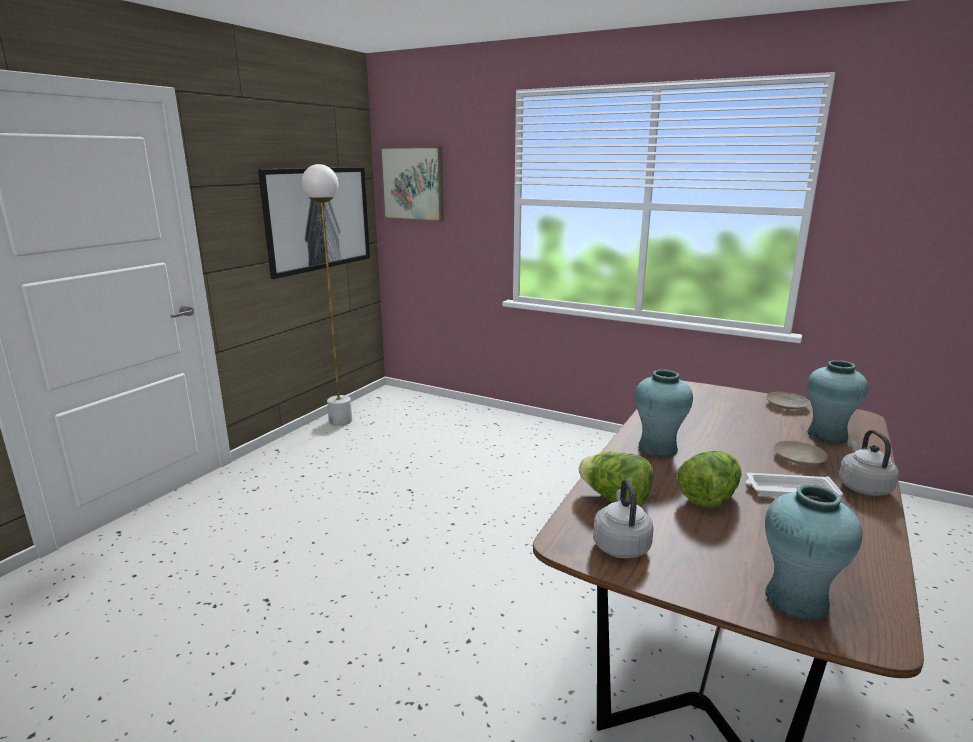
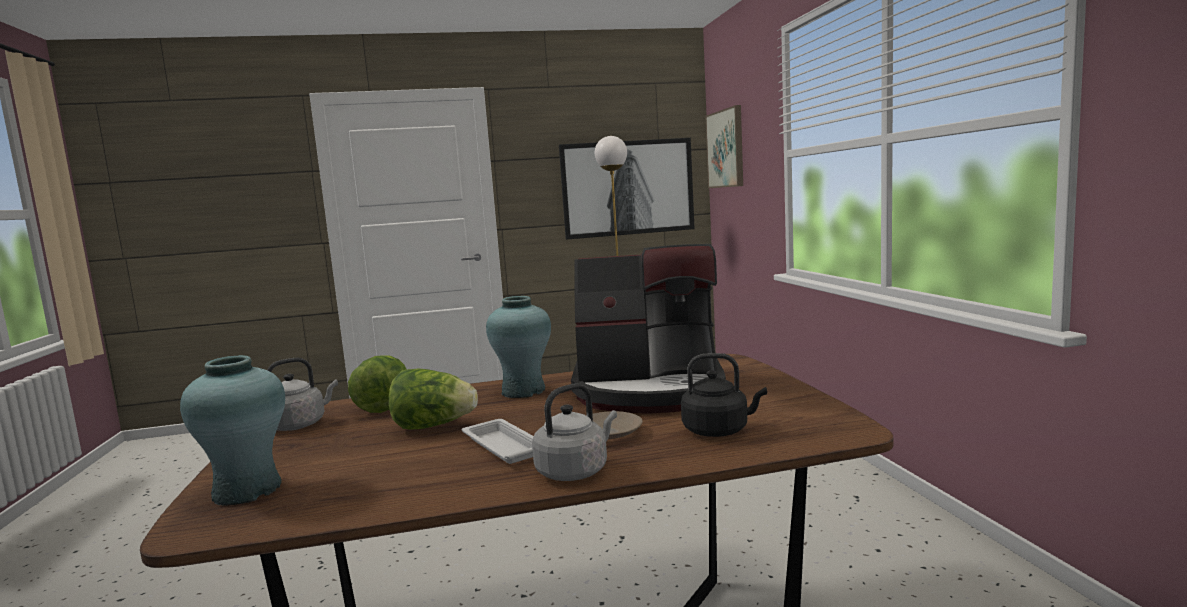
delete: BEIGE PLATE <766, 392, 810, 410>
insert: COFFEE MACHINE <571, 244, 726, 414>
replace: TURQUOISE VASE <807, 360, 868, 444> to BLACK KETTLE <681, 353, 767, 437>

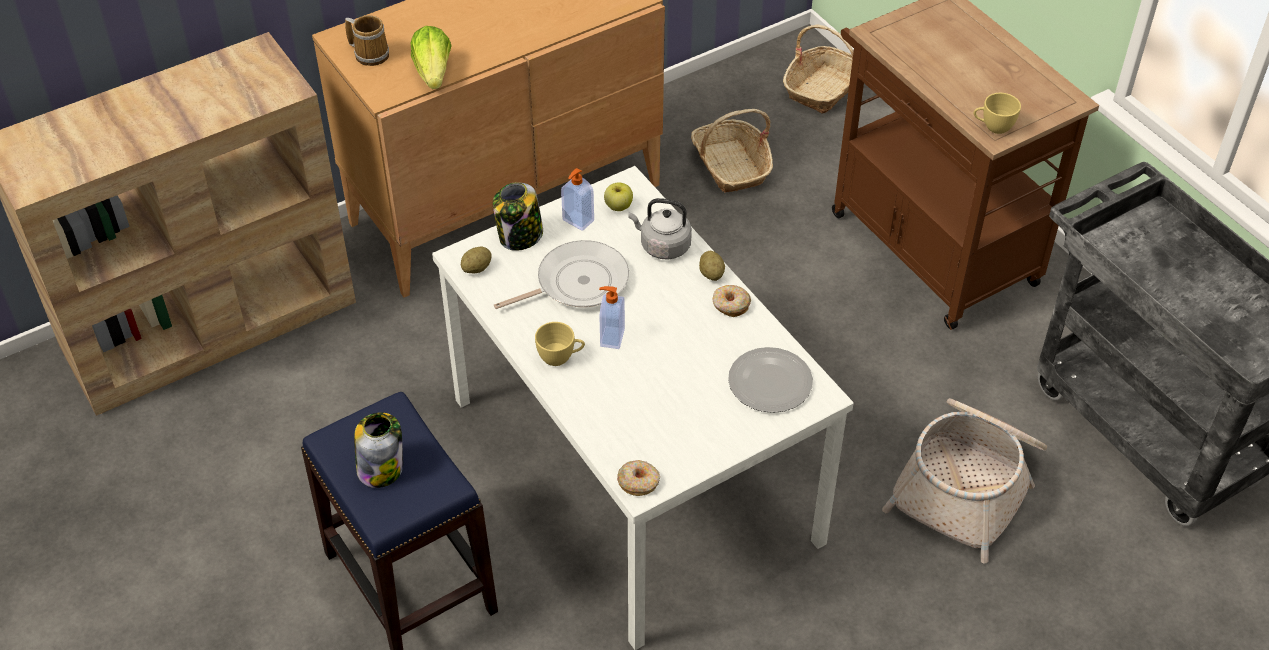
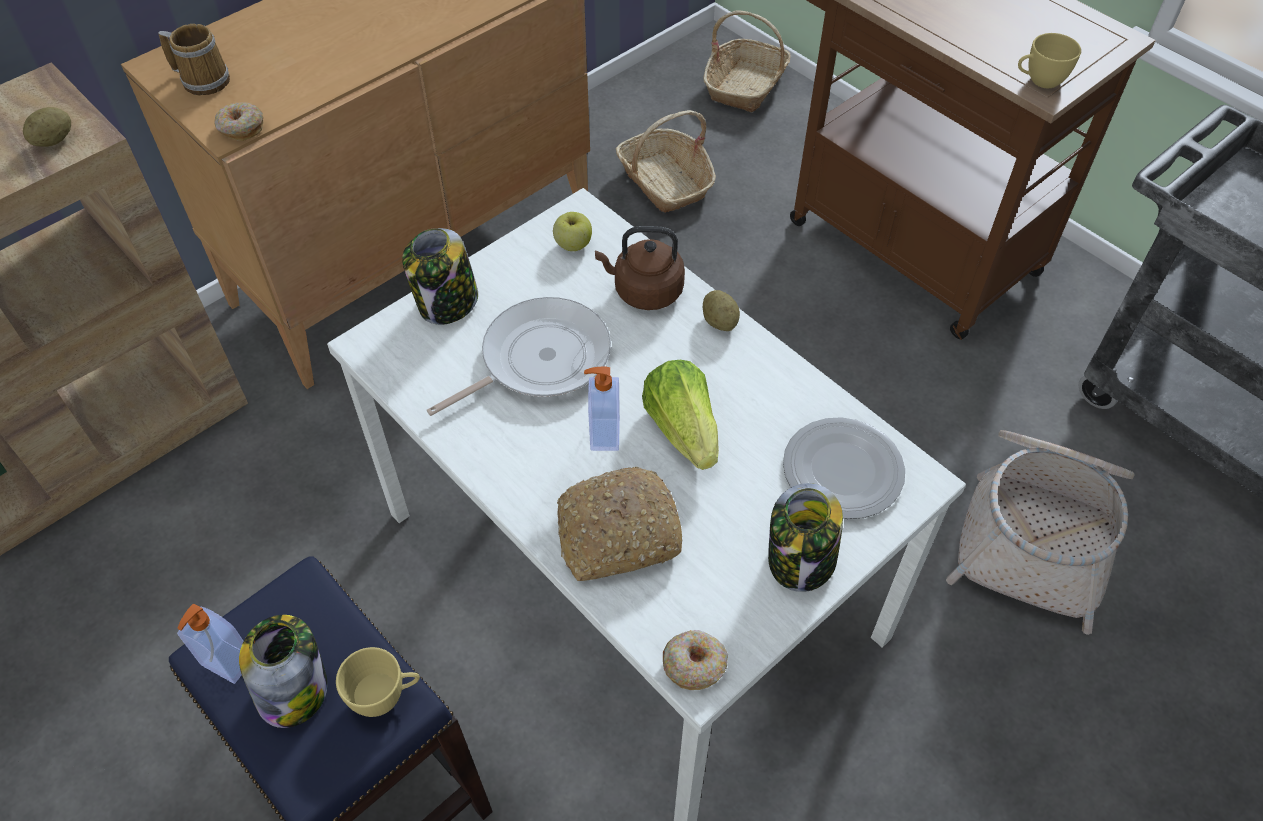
insert: BREAD <557, 467, 683, 581>; JAR <768, 483, 843, 592>
move: LETTUCE <411, 26, 452, 89> to <642, 360, 719, 470>; SOAP DISPENSER <561, 168, 594, 231> to <177, 603, 243, 684>; POTATO <461, 247, 492, 273> to <23, 107, 71, 147>; DONUT <712, 285, 751, 317> to <214, 102, 263, 141>; YELLOW CUP <535, 322, 585, 366> to <336, 647, 420, 717>
recolor: GREY KETTLE <628, 198, 692, 259> to BROWN KETTLE <595, 226, 685, 310>

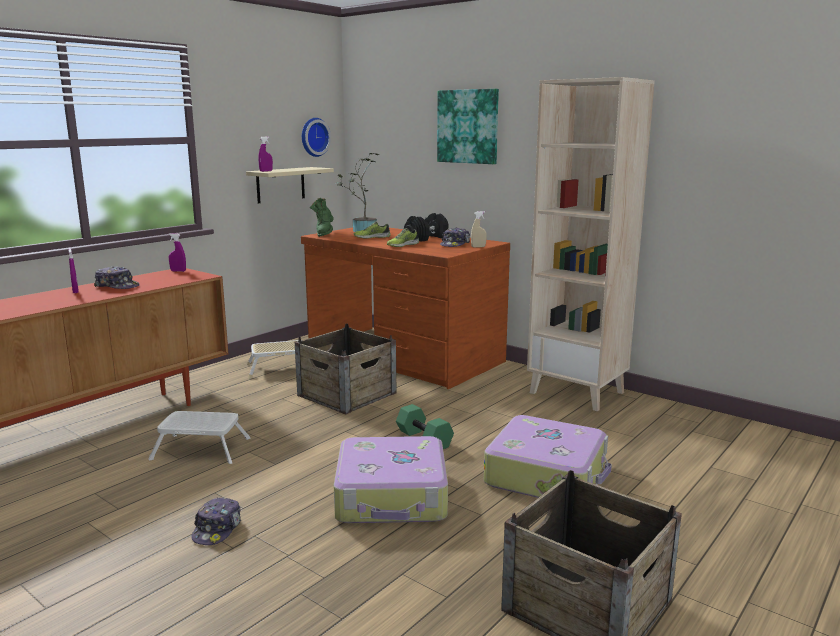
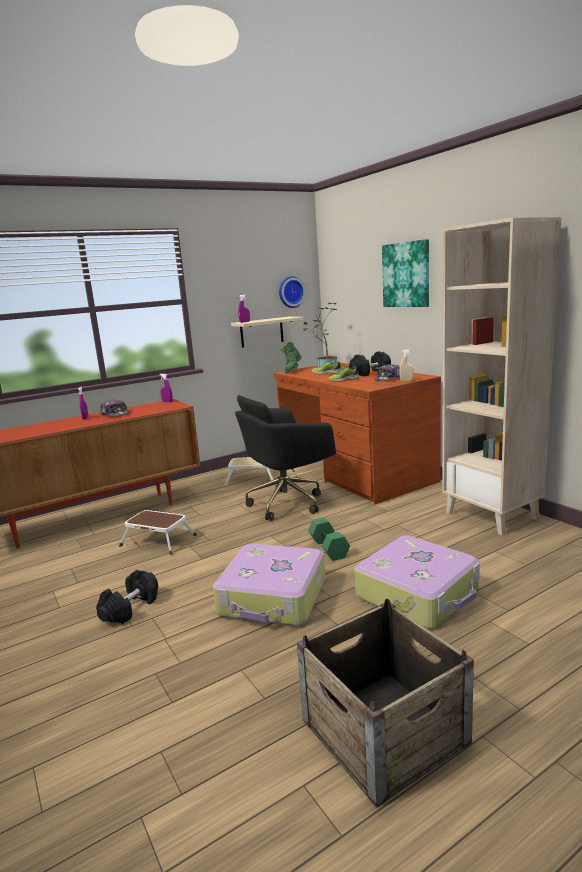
replace: CRATE <295, 324, 396, 415> to BLACK OFFICE CHAIR <235, 395, 336, 520>; CAP <191, 497, 241, 545> to BLACK DUMBBELL <96, 570, 158, 624>
recolor: WHITE STEP LADDER <148, 411, 250, 464> to BROWN STEP LADDER <119, 510, 197, 555>

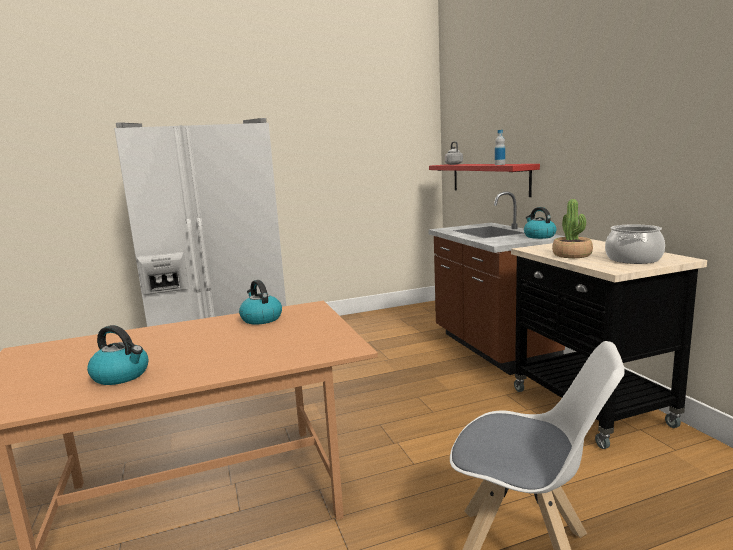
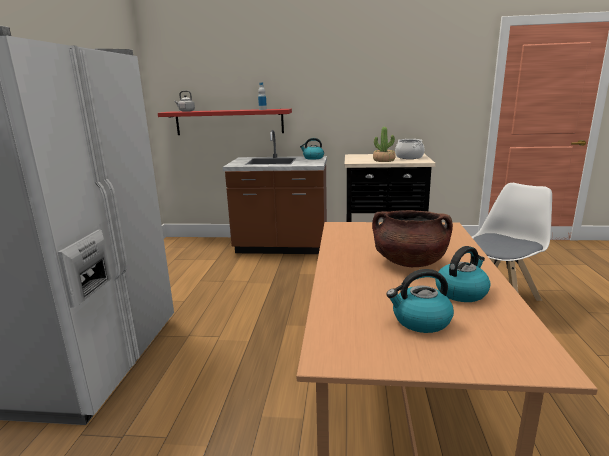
insert: BROWN COOKING POT <372, 210, 453, 267>
move: KETTLE <239, 280, 282, 325> to <386, 269, 454, 333>

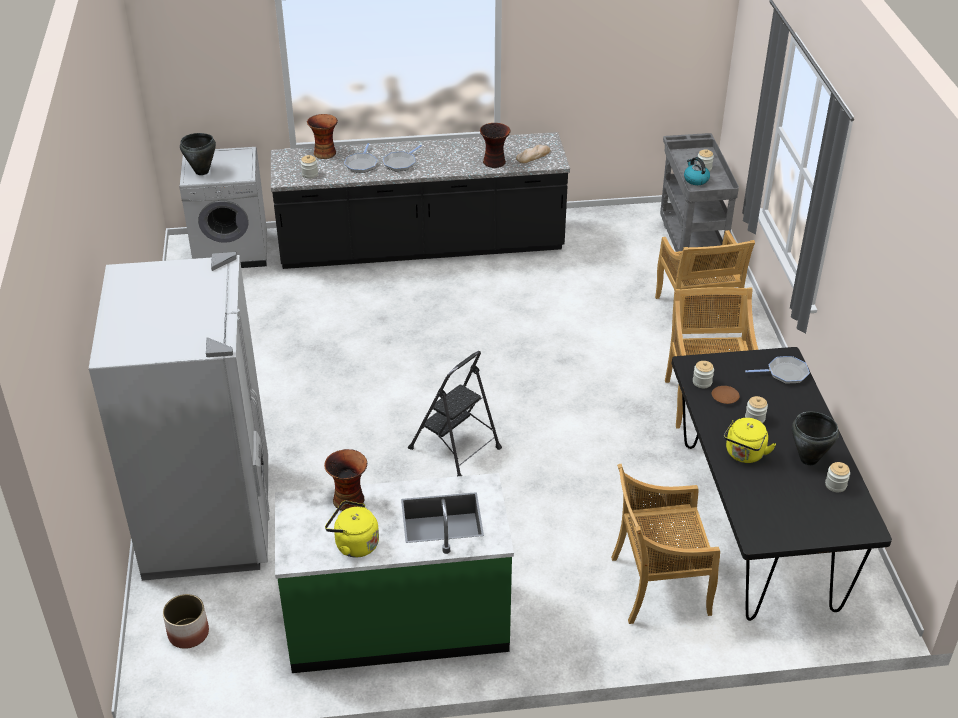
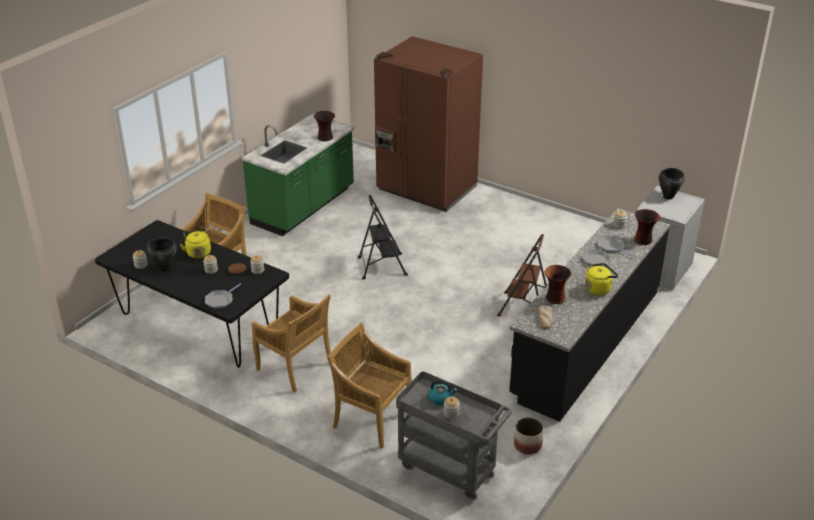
insert: BROWN STEP LADDER <497, 234, 547, 316>
move: YELLOW KETTLE <325, 501, 379, 557> to <585, 263, 618, 295>; PLANTER <163, 594, 209, 649> to <514, 417, 544, 454>
recolor: WHITE FRIDGE <89, 252, 270, 581> to BROWN FRIDGE <374, 36, 483, 212>

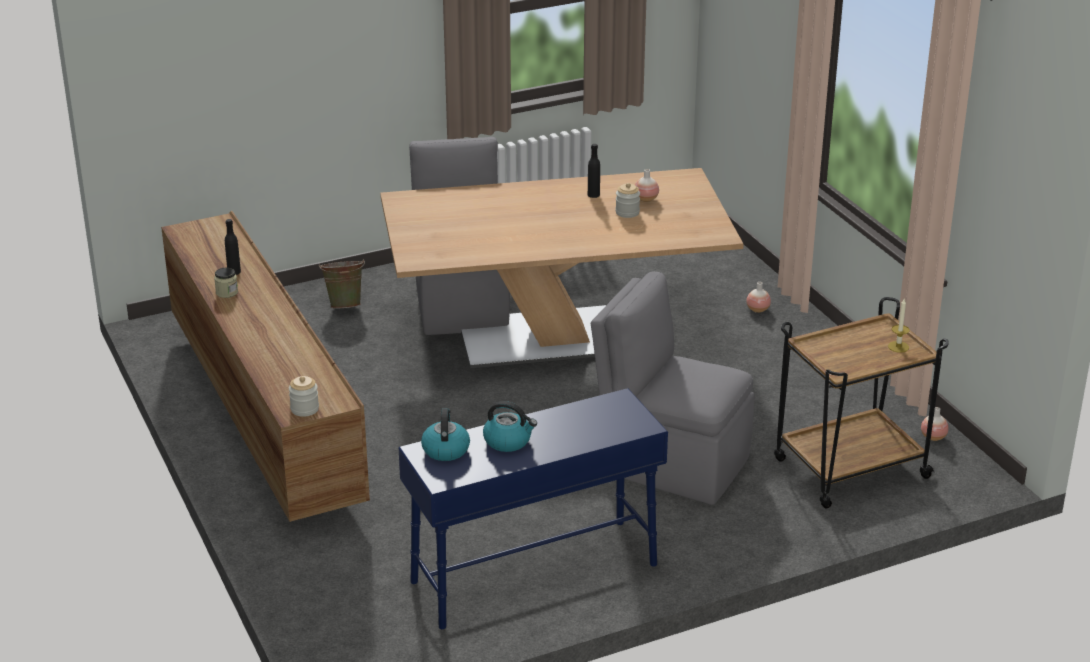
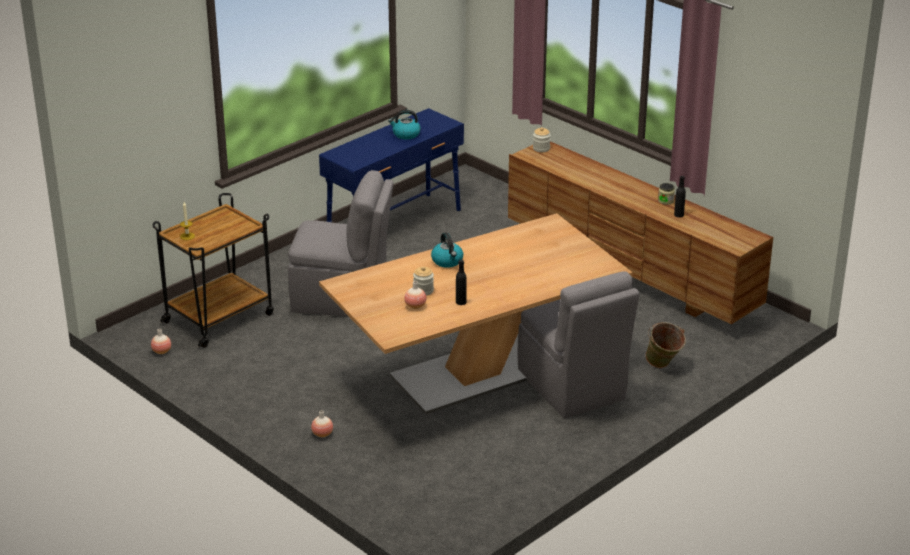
move: KETTLE <421, 408, 470, 461> to <431, 233, 463, 268>

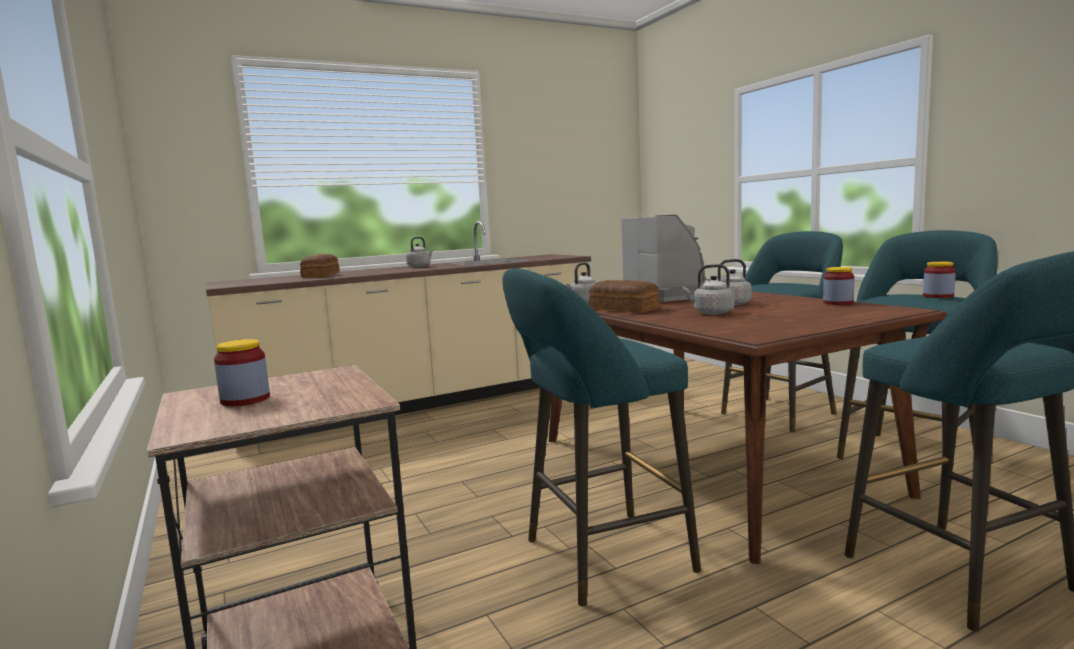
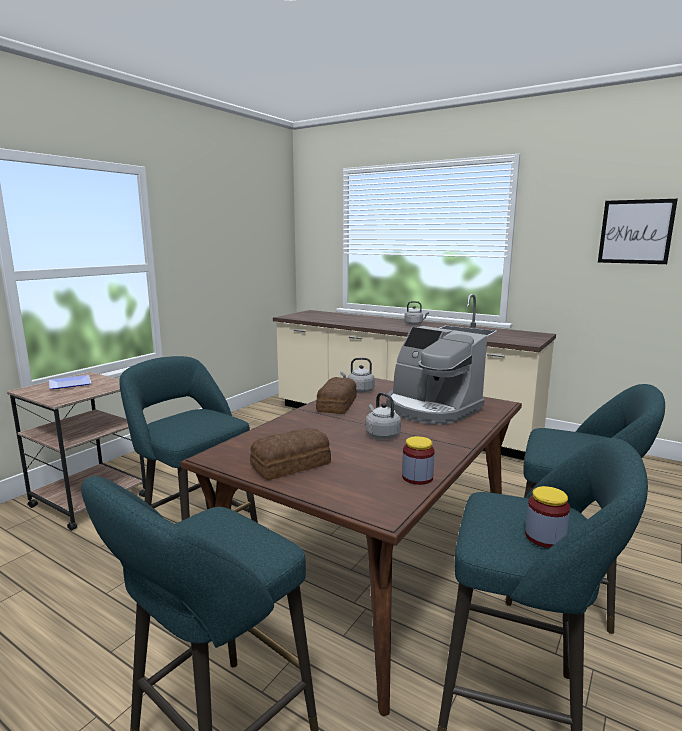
delete: GREY KETTLE <683, 264, 734, 315>
insert: PICTURE <598, 199, 678, 264>
move: BREAD <300, 254, 340, 278> to <250, 428, 331, 480>
replace: JAR <214, 339, 270, 406> to PLATE <49, 375, 91, 389>
rotate: COFFEE MACHINE <622, 215, 711, 302> = <386, 326, 487, 425> 90 degrees clockwise

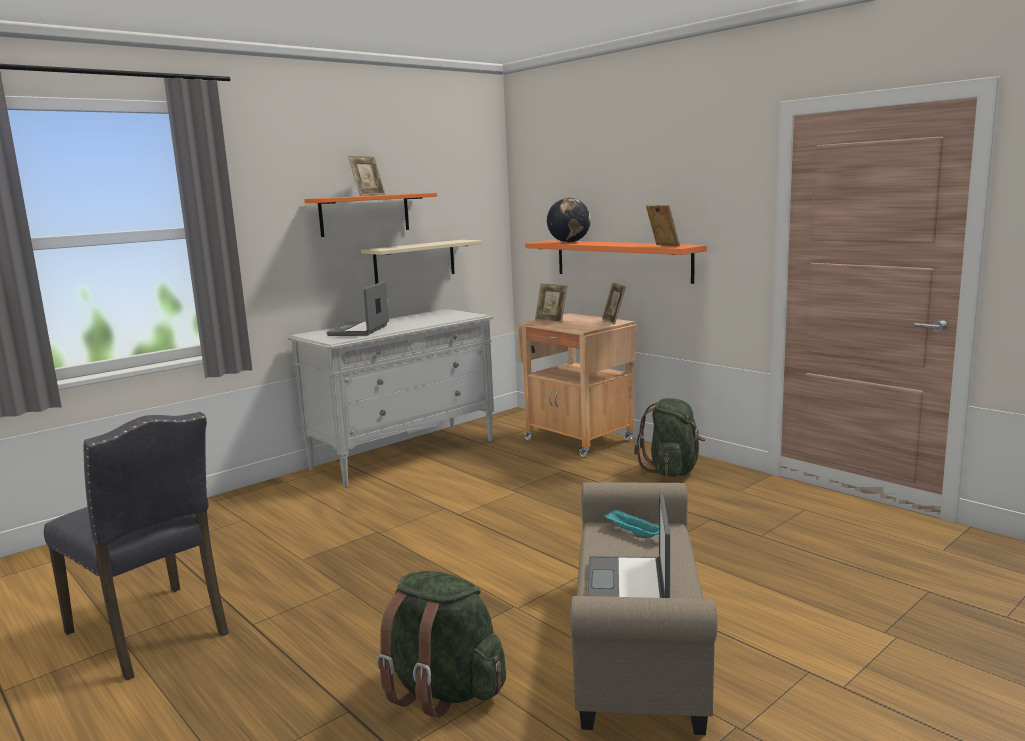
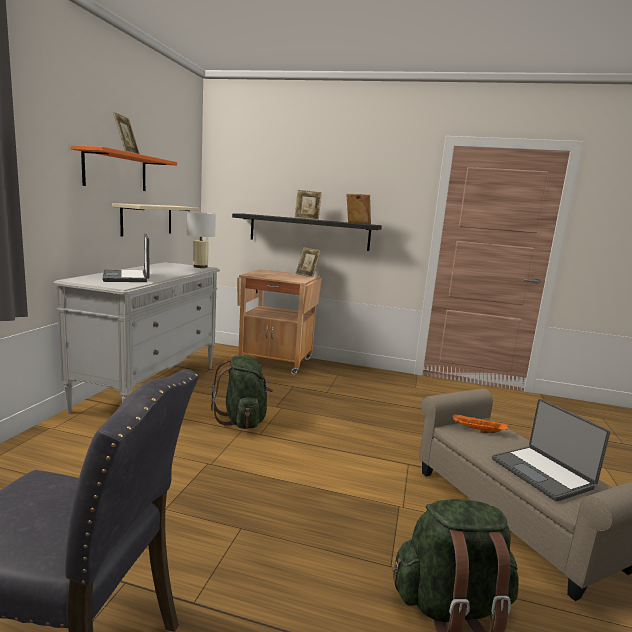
delete: GLOBE <547, 198, 591, 243>
insert: WHITE TABLE LAMP <187, 212, 216, 268>
move: PICTURE FRAME <535, 283, 568, 323> to <295, 190, 322, 220>; GREEN BACKPACK <634, 398, 705, 477> to <211, 355, 273, 429>
recolor: ORANGE SHELF <525, 240, 707, 284> to BLACK SHELF <232, 213, 382, 251>; TURQUOISE TRAY <603, 510, 659, 538> to ORANGE TRAY <453, 414, 508, 433>

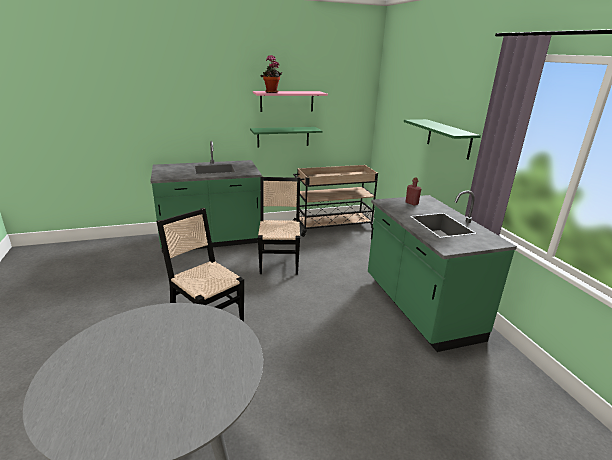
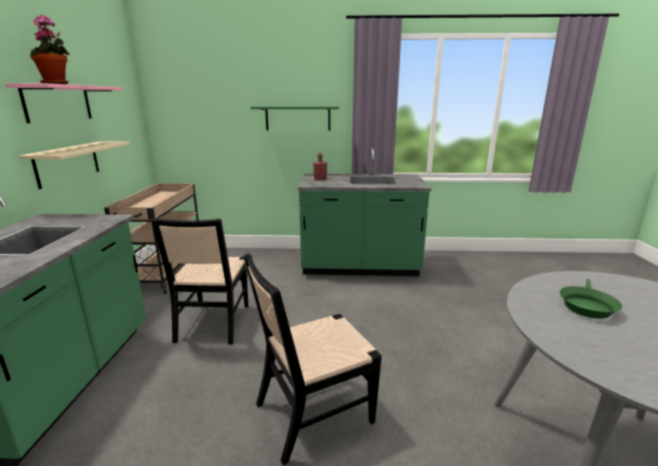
insert: GREEN FRYING PAN <560, 279, 622, 319>
recolor: GREEN SHELF <250, 127, 322, 148> to BEIGE SHELF <19, 142, 131, 189>
rotate: CHAIR <258, 176, 300, 275> = <152, 218, 248, 344> 105 degrees counterclockwise

